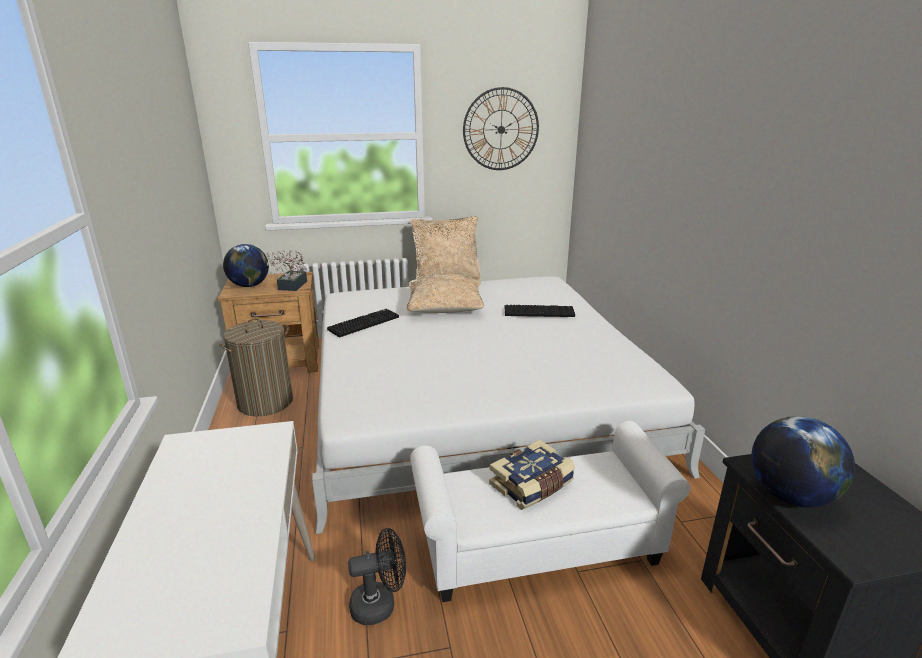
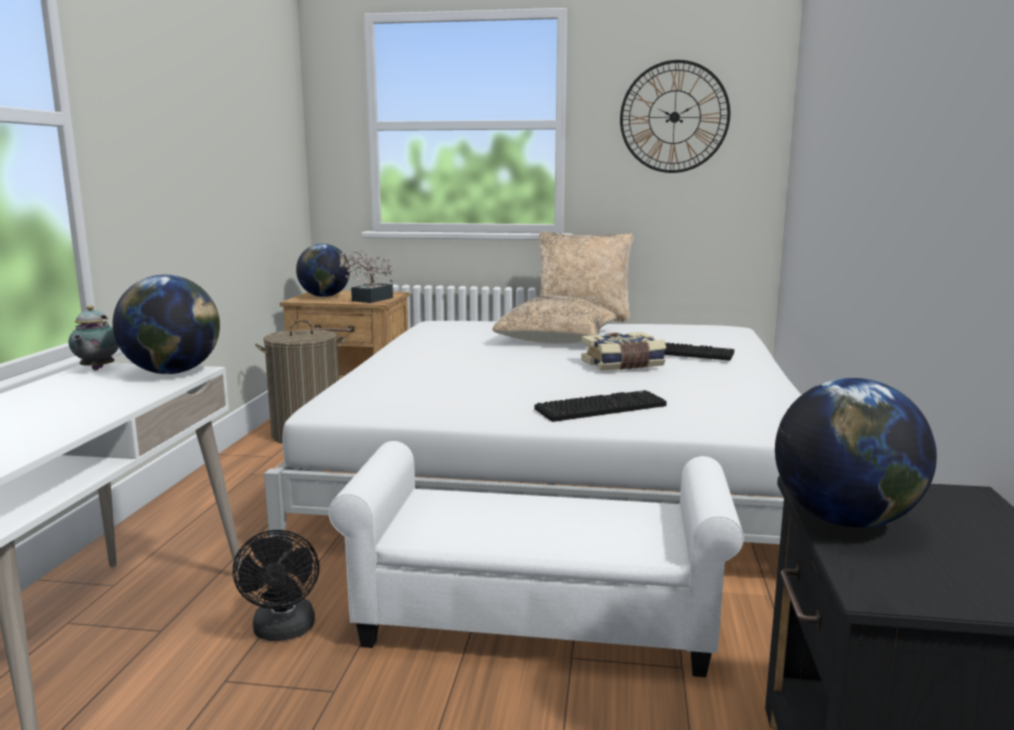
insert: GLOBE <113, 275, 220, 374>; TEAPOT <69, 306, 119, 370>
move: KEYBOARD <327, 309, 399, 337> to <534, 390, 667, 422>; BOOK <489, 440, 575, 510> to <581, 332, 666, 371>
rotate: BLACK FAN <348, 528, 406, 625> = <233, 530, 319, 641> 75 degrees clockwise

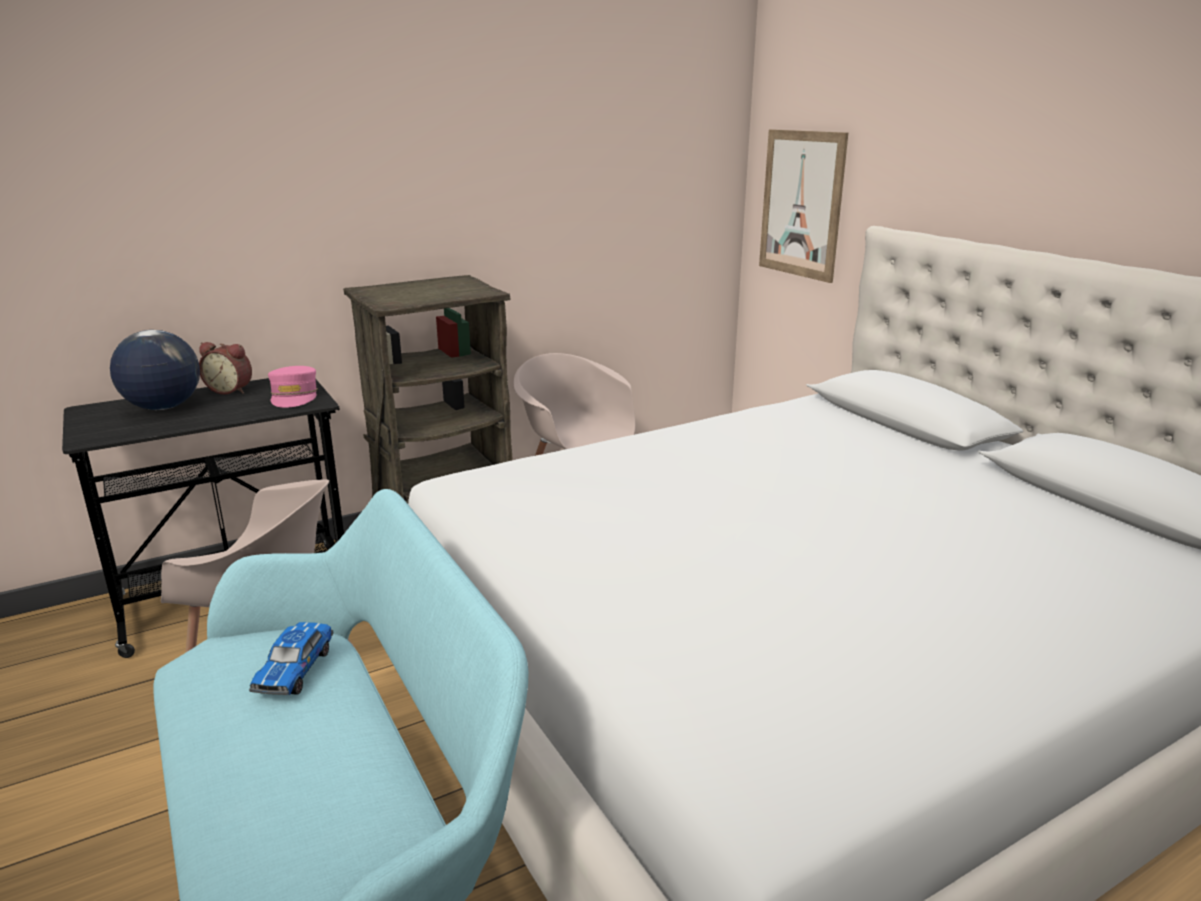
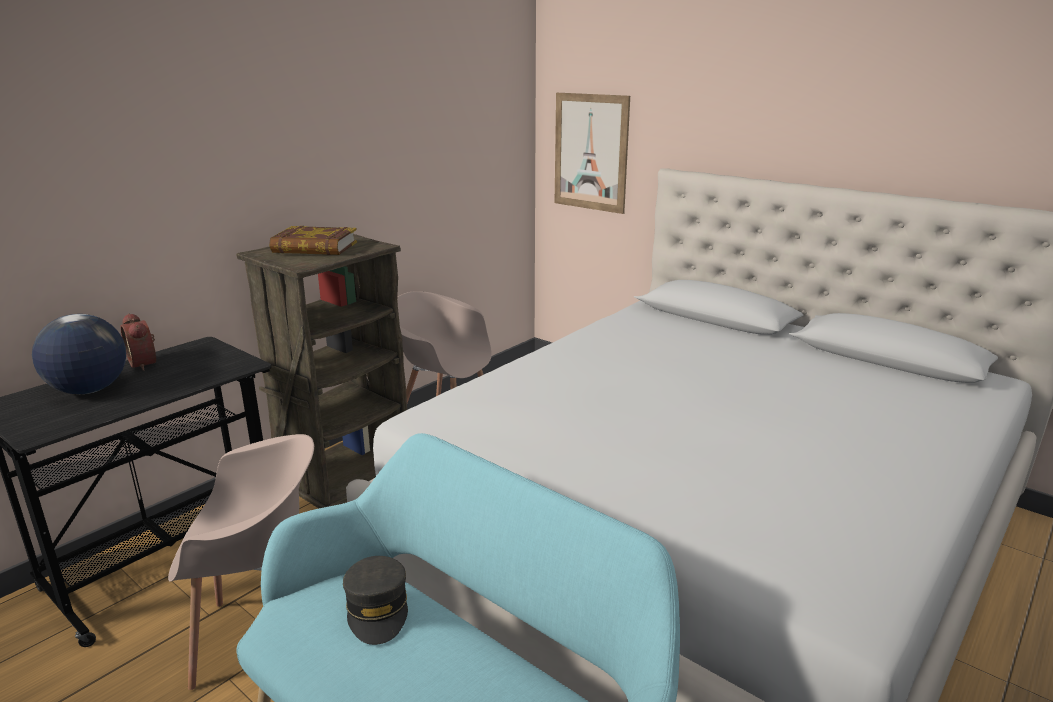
delete: PINK CAP <268, 366, 318, 408>
insert: BOOK <269, 226, 357, 255>
replace: TOY CAR <249, 622, 333, 695> to GREY CAP <343, 556, 408, 645>
rotate: ALARM CLOCK <199, 342, 252, 395> = <120, 313, 156, 371> 60 degrees clockwise

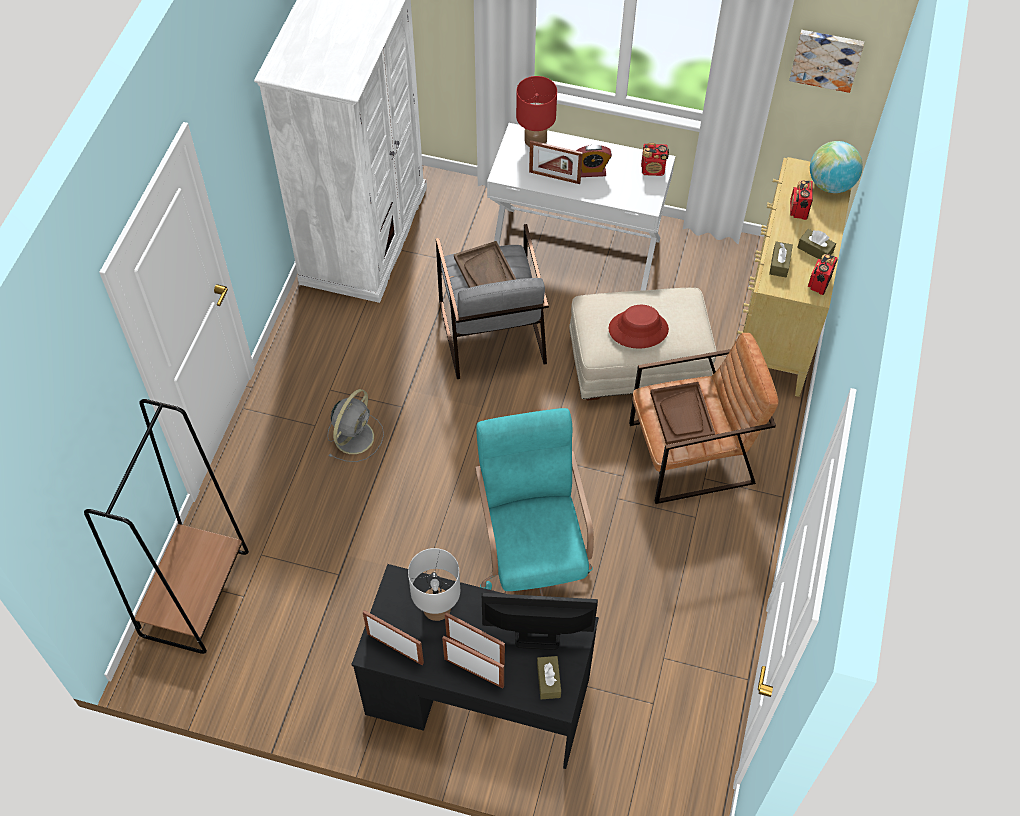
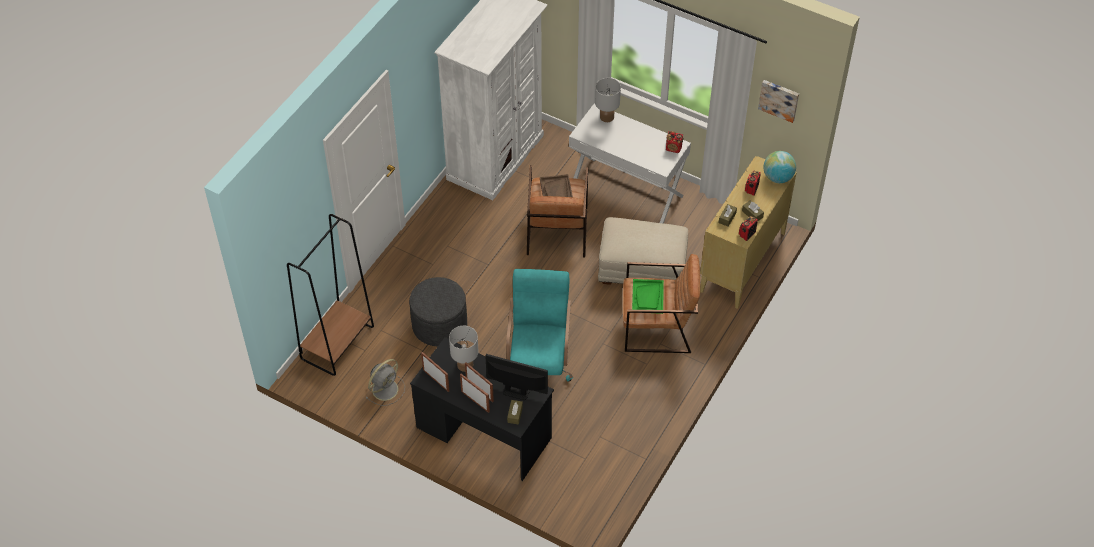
delete: PICTURE FRAME <529, 140, 583, 184>; ALARM CLOCK <576, 145, 612, 177>; RED HAT <609, 305, 669, 349>
insert: GREY OTTOMAN <409, 277, 467, 346>
move: GREY FAN <327, 389, 384, 462> to <365, 359, 405, 406>
recolor: RED TABLE LAMP <516, 76, 557, 147> to GREY TABLE LAMP <595, 78, 621, 122>; GREY ARMCHAIR <436, 224, 549, 379> to BROWN ARMCHAIR <527, 165, 588, 257>; BROWN TRAY <650, 382, 715, 445> to GREEN TRAY <632, 279, 664, 314>

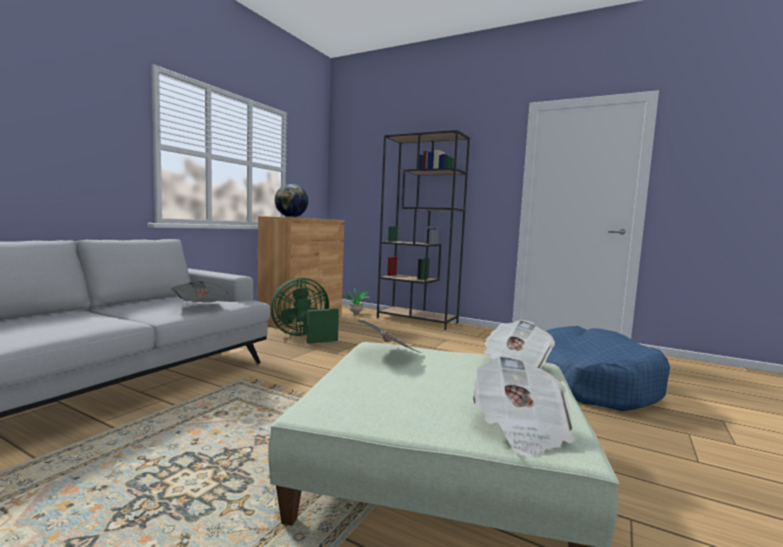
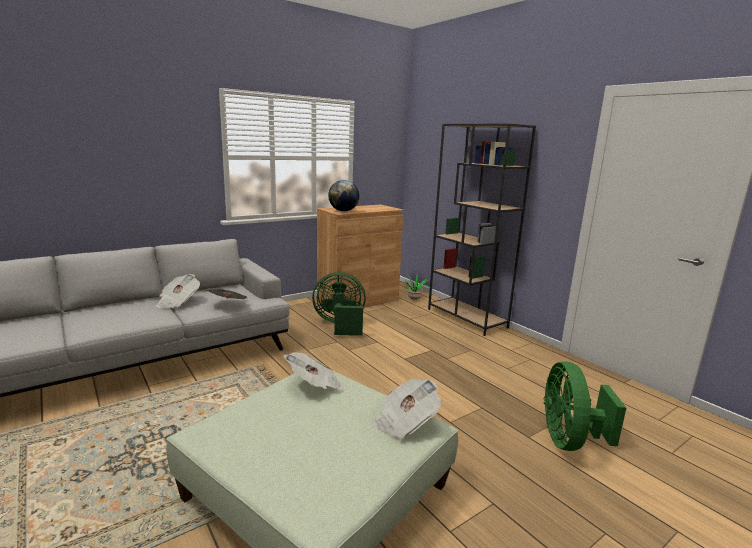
move: NEWSPAPER <472, 355, 575, 457> to <156, 274, 200, 308>
replace: BLUE DOG BED <545, 326, 670, 411> to GREEN FAN <544, 362, 626, 451>

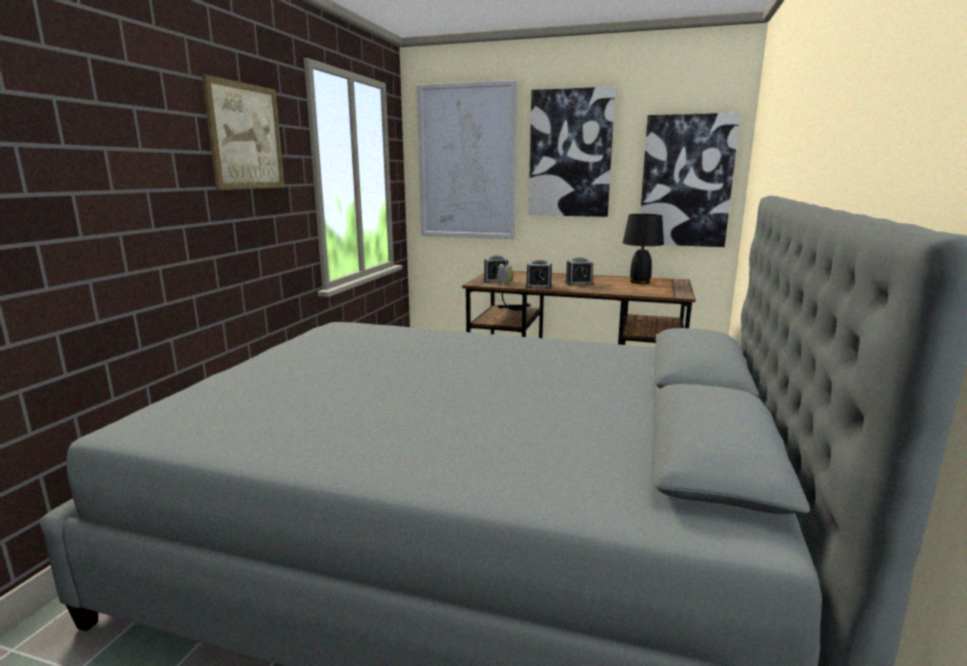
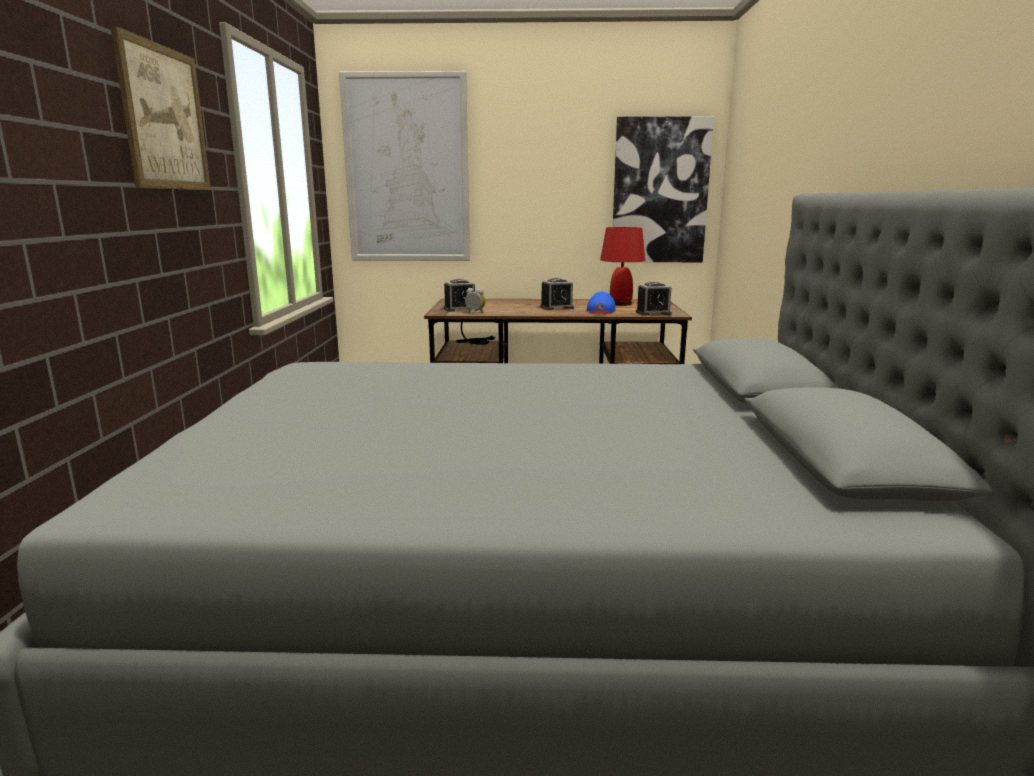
delete: PICTURE <529, 86, 616, 217>
insert: BLUE CAP <587, 292, 616, 314>
move: ALARM CLOCK <525, 260, 552, 289> to <636, 282, 672, 315>
recolor: BLACK TABLE LAMP <623, 214, 664, 284> to RED TABLE LAMP <600, 227, 645, 306>

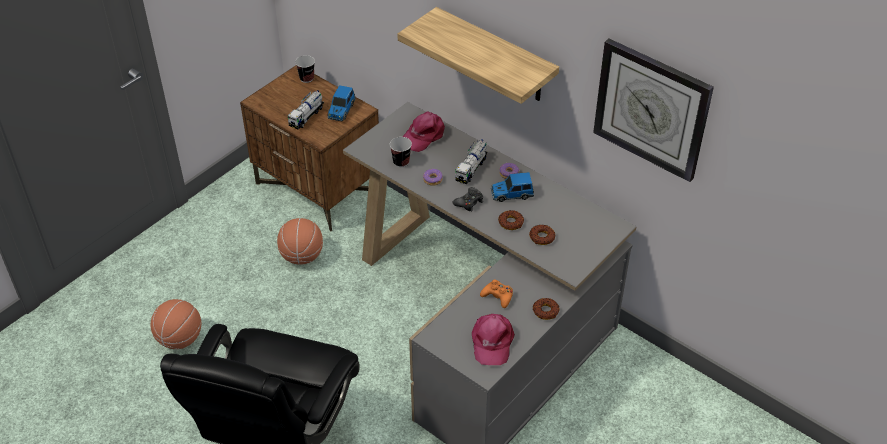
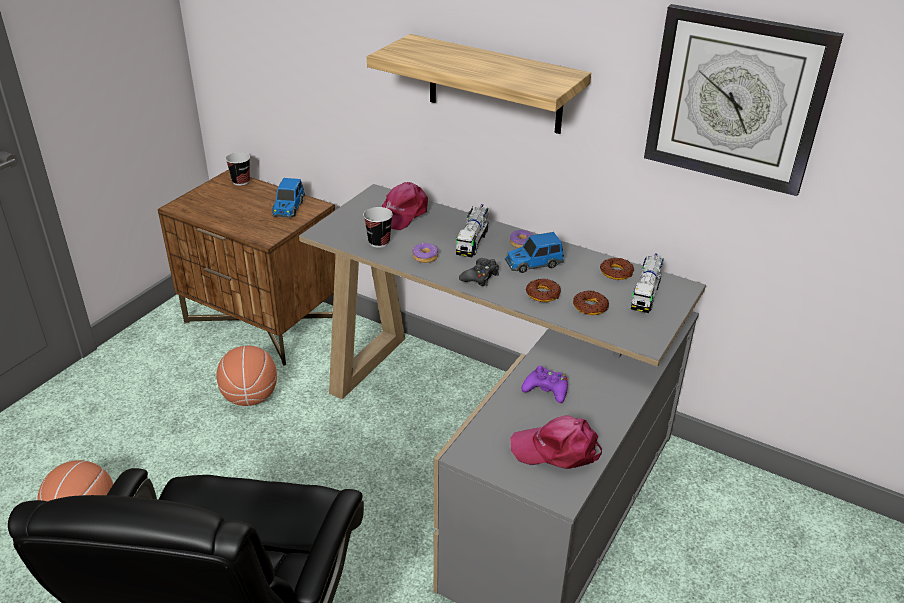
move: TOY TRUCK <288, 90, 324, 129> to <631, 253, 664, 313>; DONUT <533, 298, 559, 320> to <600, 258, 634, 280>
recolor: ORANGE GAME CONTROLLER <480, 279, 513, 308> to PURPLE GAME CONTROLLER <522, 366, 568, 403>
rotate: PINK CAP <472, 314, 515, 365> = <510, 415, 602, 469> 105 degrees clockwise

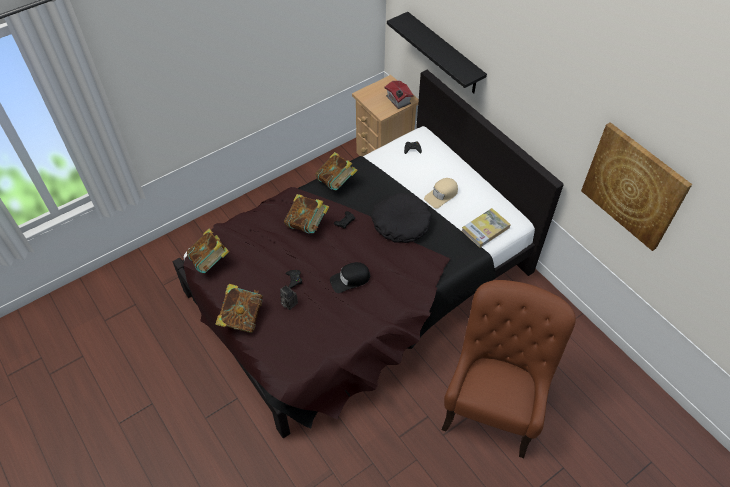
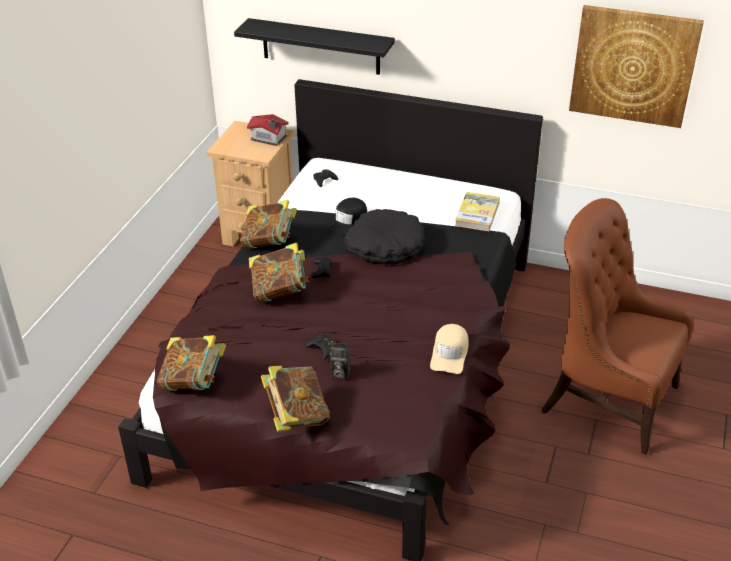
move: BEIGE CAP <424, 178, 458, 209> to <430, 324, 468, 374>; BLACK CAP <330, 262, 370, 293> to <326, 198, 367, 236>
rotate: BROWN CHAIR <442, 280, 576, 458> = <542, 198, 694, 455> 45 degrees counterclockwise

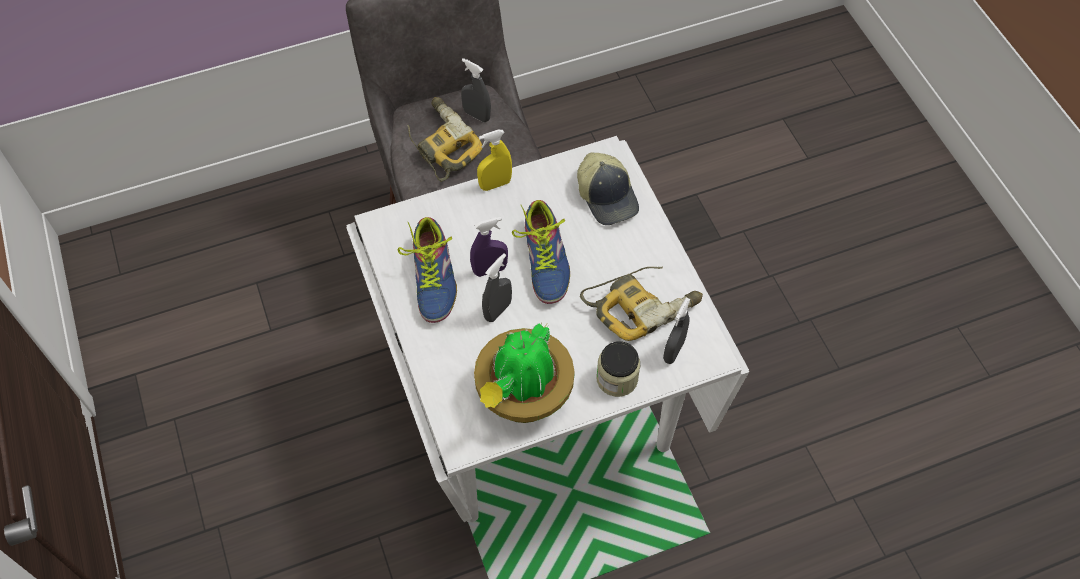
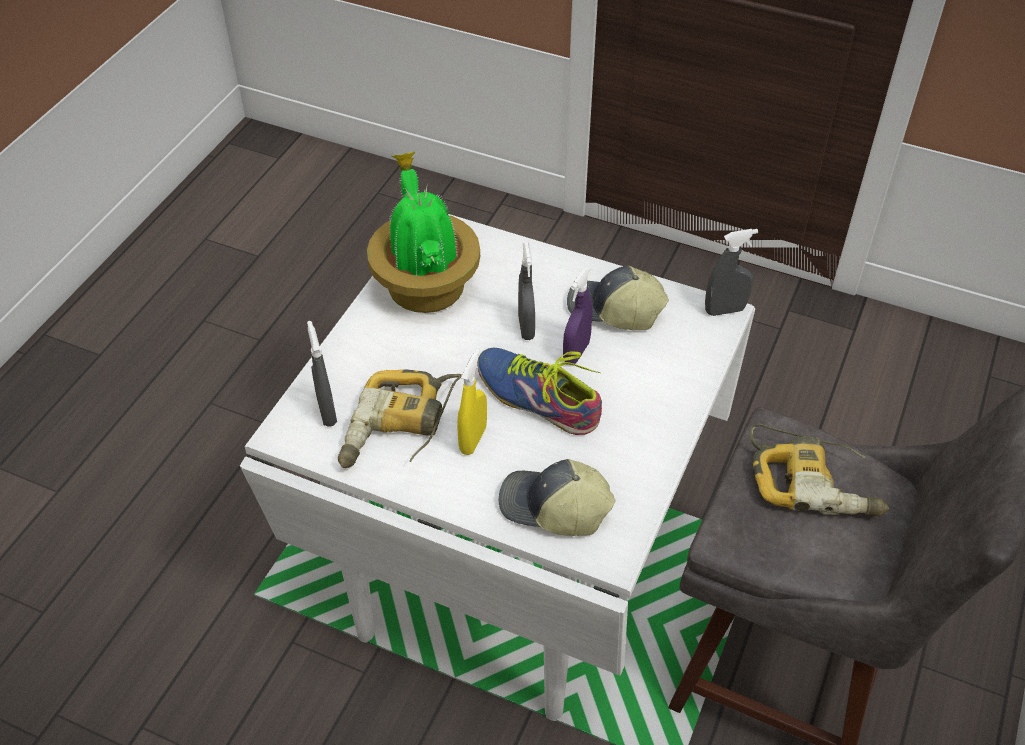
delete: JAR <596, 341, 640, 397>
move: GREY SPRAY BOTTLE <461, 58, 491, 122> to <705, 229, 758, 316>; YELLOW SPRAY BOTTLE <477, 130, 512, 191> to <457, 349, 487, 455>
replace: SHOE <397, 217, 457, 323> to CAP <567, 266, 669, 330>

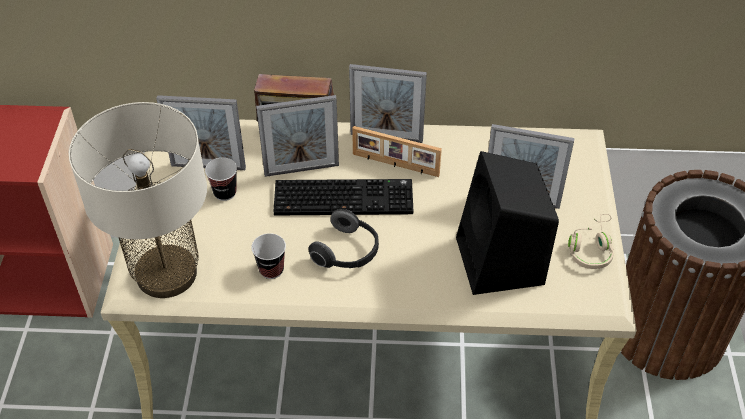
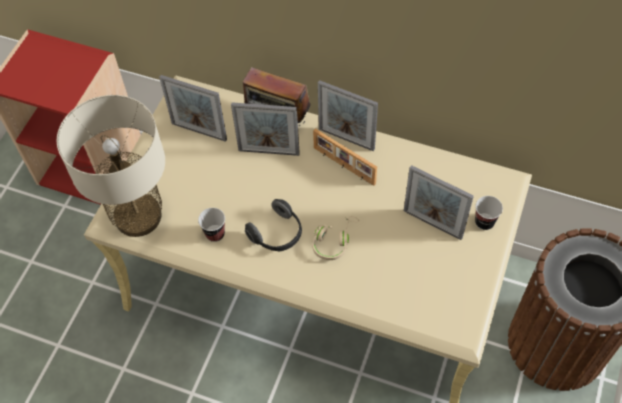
delete: BLACK SPEAKER <456, 151, 559, 295>; KEYBOARD <273, 179, 413, 215>
move: CUP <205, 158, 237, 201> to <475, 196, 503, 230>; BEIGE HEADPHONES <568, 214, 614, 269> to <312, 216, 359, 260>

